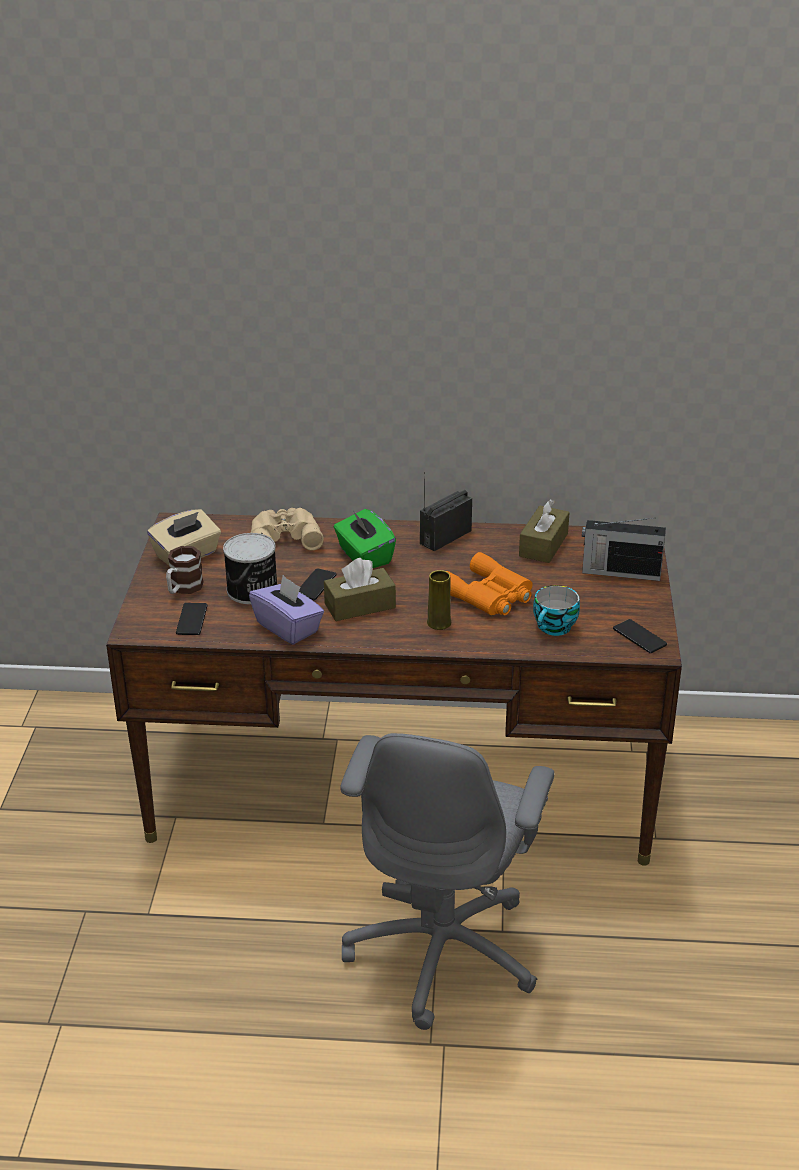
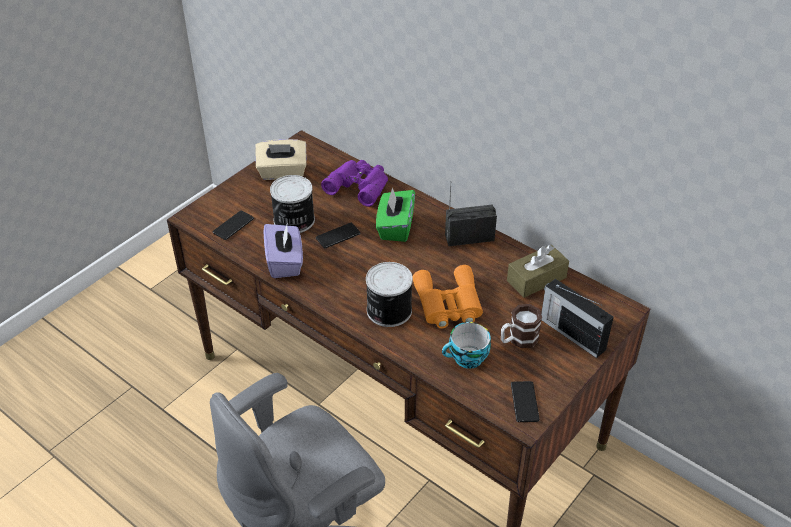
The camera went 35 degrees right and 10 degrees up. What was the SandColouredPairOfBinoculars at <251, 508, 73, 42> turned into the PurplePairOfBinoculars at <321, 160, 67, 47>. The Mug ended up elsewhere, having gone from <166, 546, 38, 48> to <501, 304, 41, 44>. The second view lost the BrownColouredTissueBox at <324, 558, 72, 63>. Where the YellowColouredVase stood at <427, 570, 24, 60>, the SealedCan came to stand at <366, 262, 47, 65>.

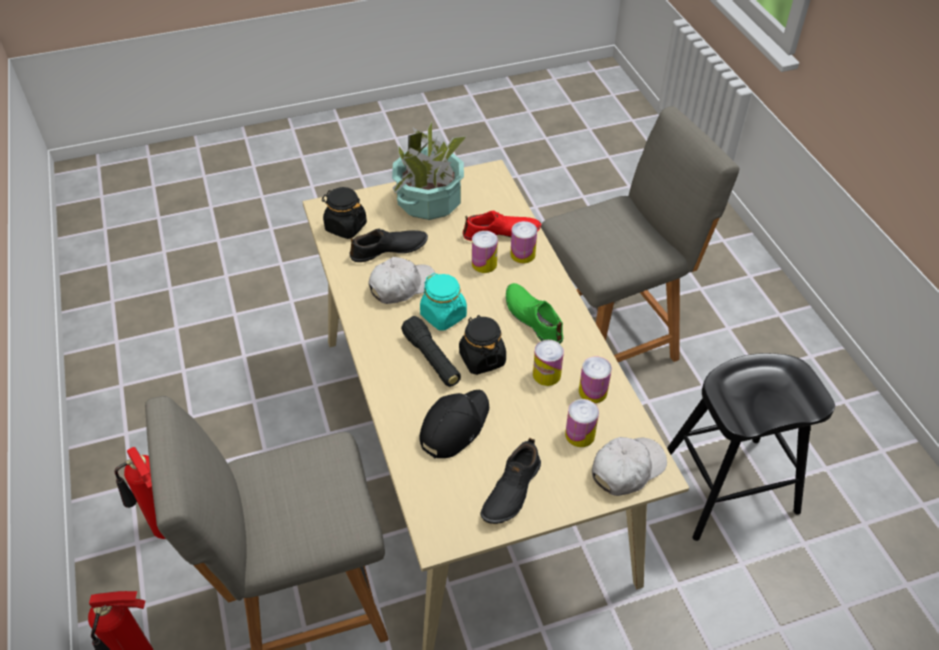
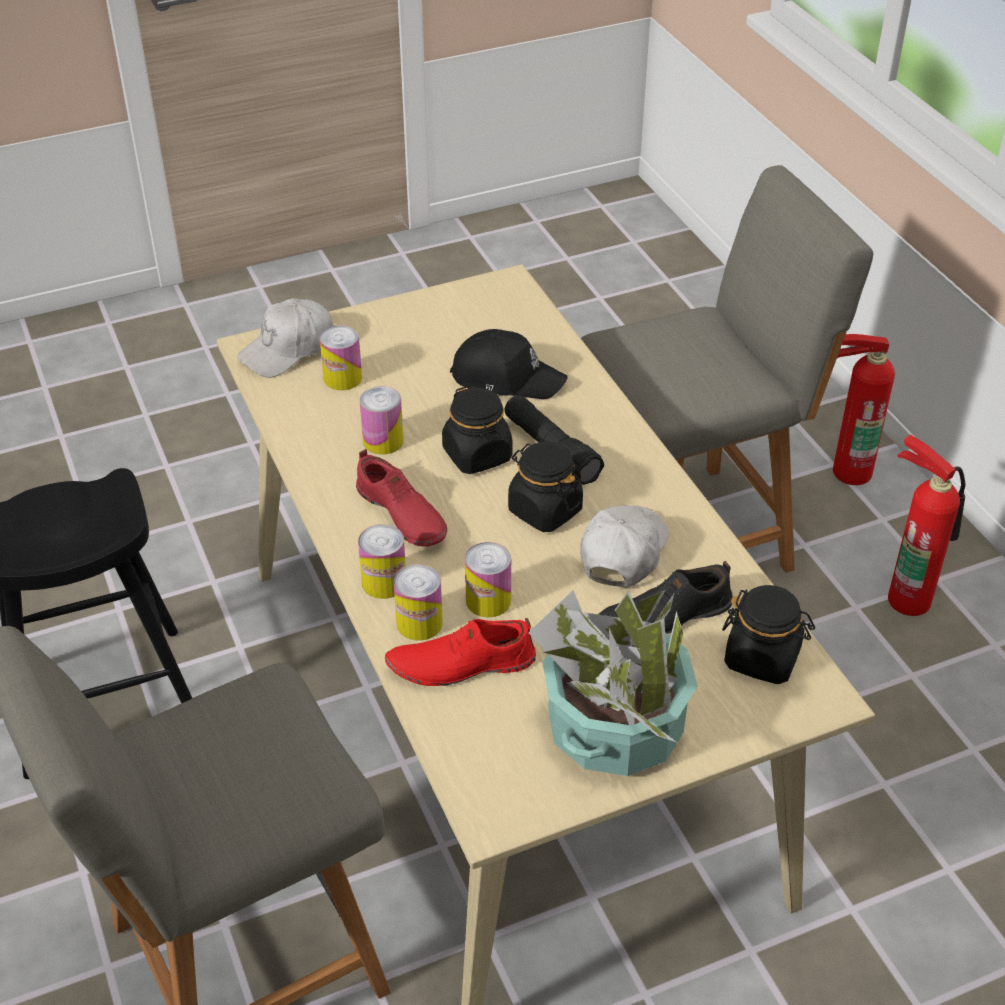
The camera went 175 degrees right and 5 degrees down. The WhiteColouredCap at <368, 257, 67, 47> ended up facing another way, 150 degrees clockwise from before. What was the TurquoiseColouredJar at <420, 273, 47, 58> turned into the BlackishJar at <508, 442, 75, 90>. What was the GreenishLowShoe at <506, 283, 57, 60> turned into the RedColouredLowShoe at <356, 449, 91, 98>. The SealedCan ended up elsewhere, having gone from <579, 356, 33, 47> to <358, 524, 48, 75>. The BlackishCap at <419, 390, 70, 69> ended up facing another way, 105 degrees counterclockwise from before. The second view lost the BlackishLowShoe at <481, 438, 60, 86>.

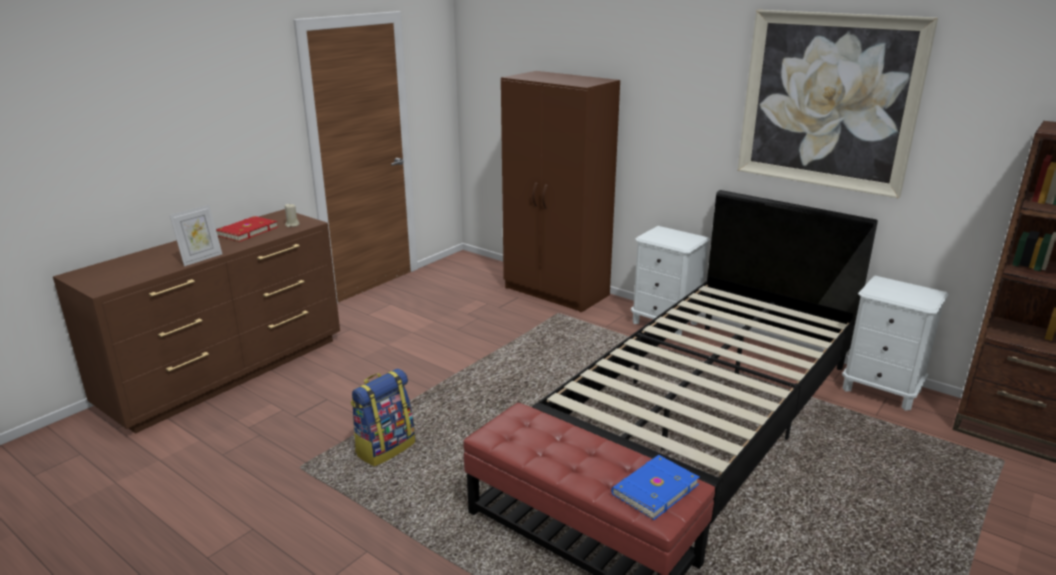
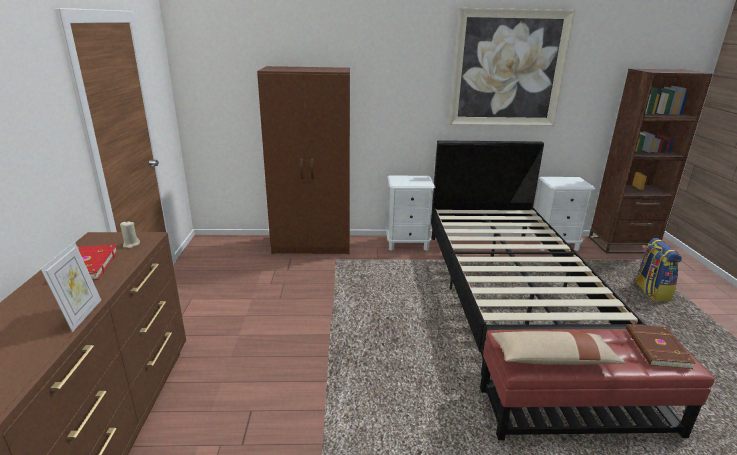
The camera went 40 degrees left and 0 degrees up. The Rucksack ended up elsewhere, having gone from <351, 369, 64, 97> to <634, 238, 48, 63>. What was the BlueBoundBook at <611, 455, 88, 65> turned into the BrownColouredBoundBook at <626, 324, 70, 45>. The second view gained the SandColouredPillow at <491, 331, 135, 34>.

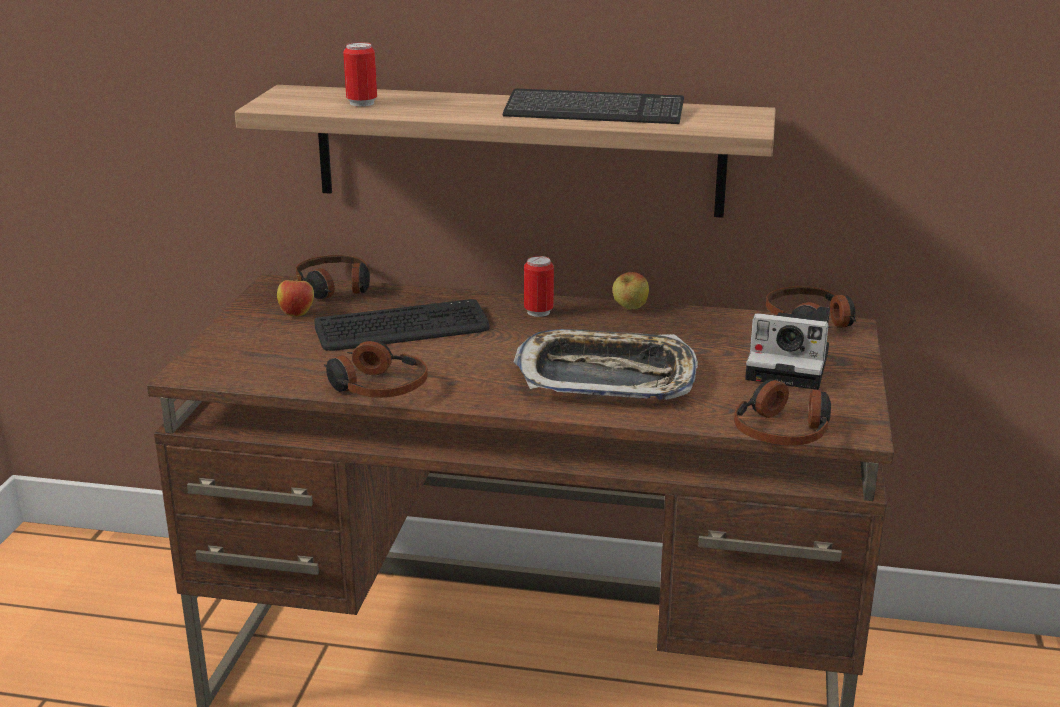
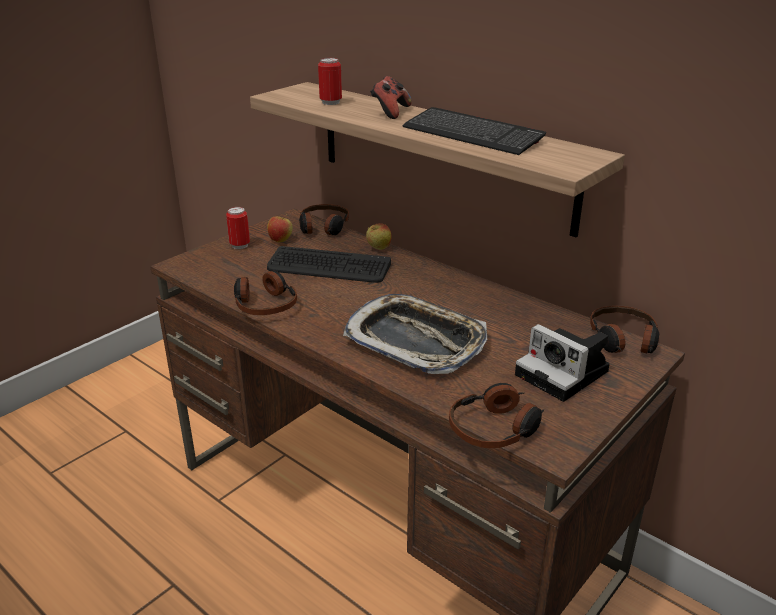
The camera went 30 degrees right and 5 degrees up. The SealedCan ended up elsewhere, having gone from <524, 256, 30, 61> to <226, 207, 24, 42>. The AppleFruit ended up elsewhere, having gone from <612, 272, 37, 38> to <366, 223, 26, 27>. The second view gained the Gamepad at <370, 76, 42, 43>.

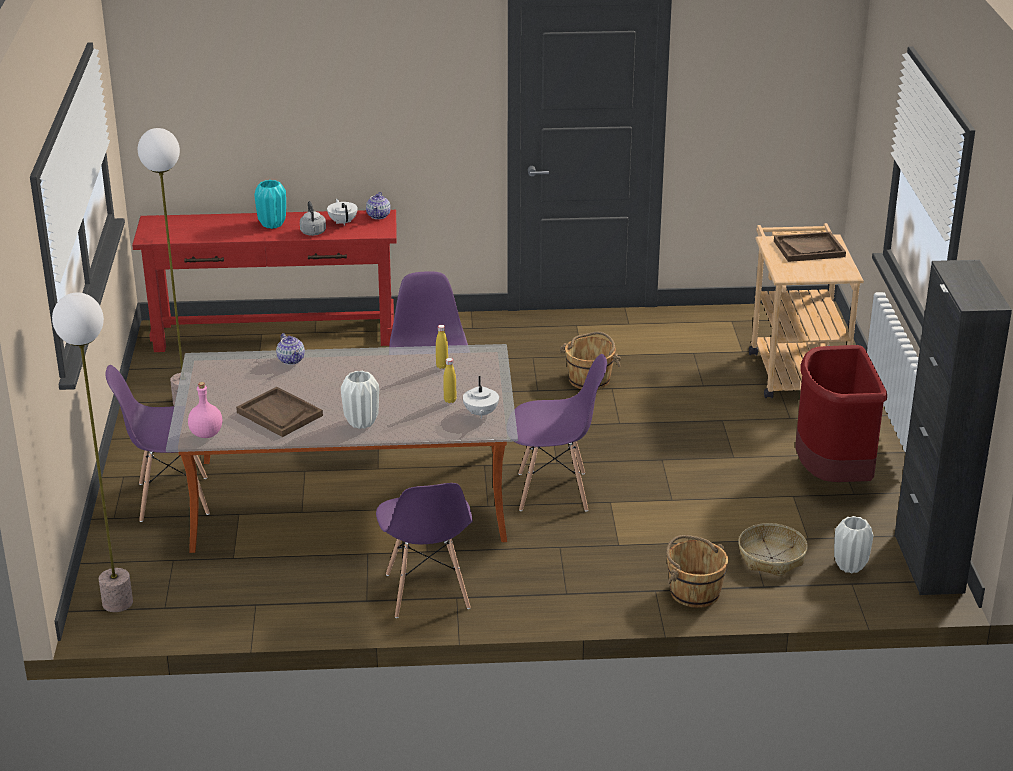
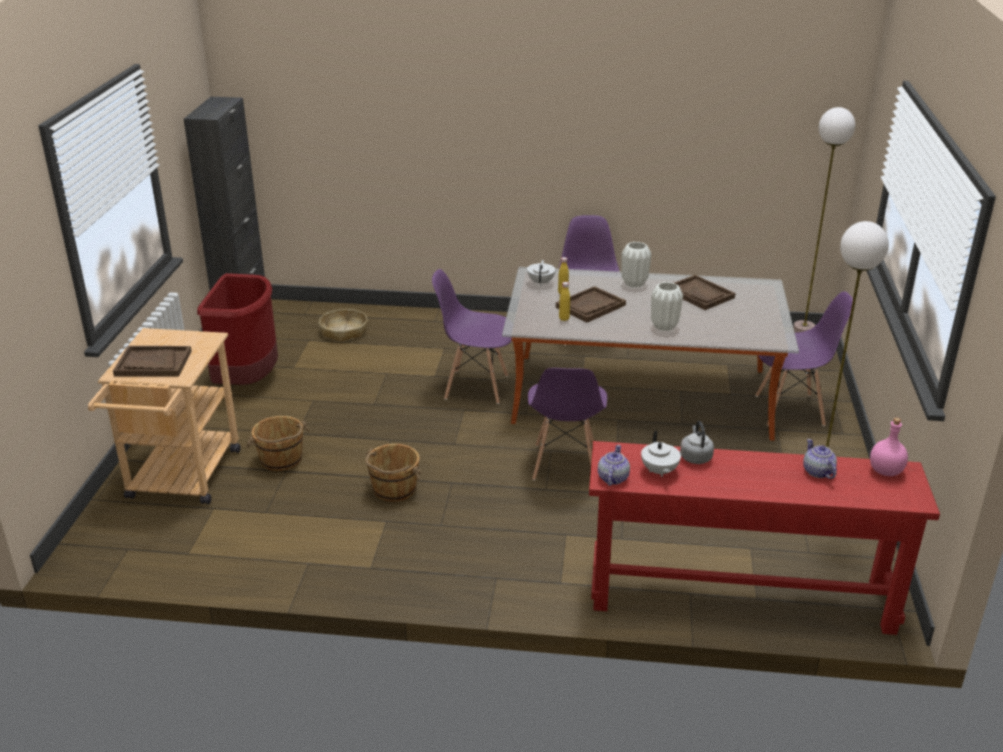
The camera went 170 degrees left and 0 degrees up. The second view lost the TurquoiseColouredVase at <254, 180, 32, 49>. The Teapot ended up elsewhere, having gone from <276, 333, 29, 32> to <803, 439, 34, 40>. The PinkishBeverageBottle ended up elsewhere, having gone from <188, 382, 34, 56> to <870, 418, 38, 58>. The WhiteColouredVase ended up elsewhere, having gone from <834, 516, 39, 57> to <651, 282, 32, 49>. The BrownColouredBucket ended up elsewhere, having gone from <666, 535, 62, 73> to <246, 416, 64, 55>. The second view gained the BrownColouredServingTray at <556, 286, 70, 36>.

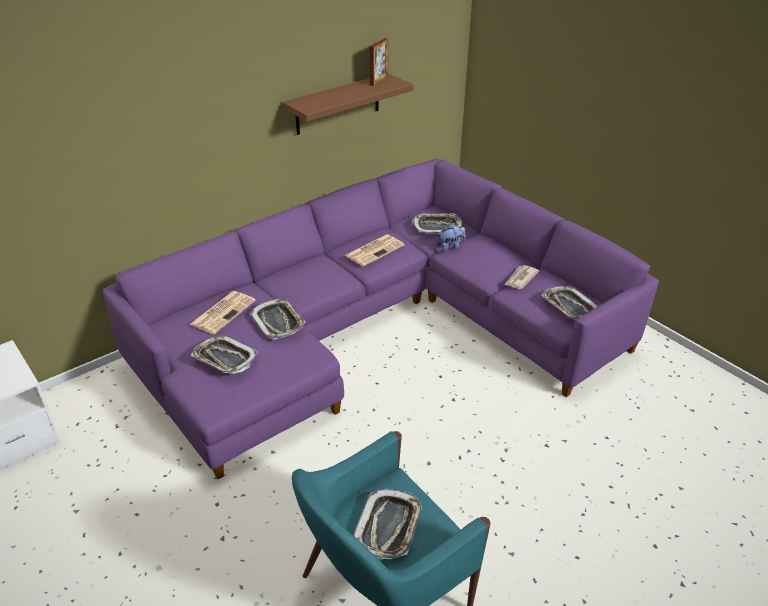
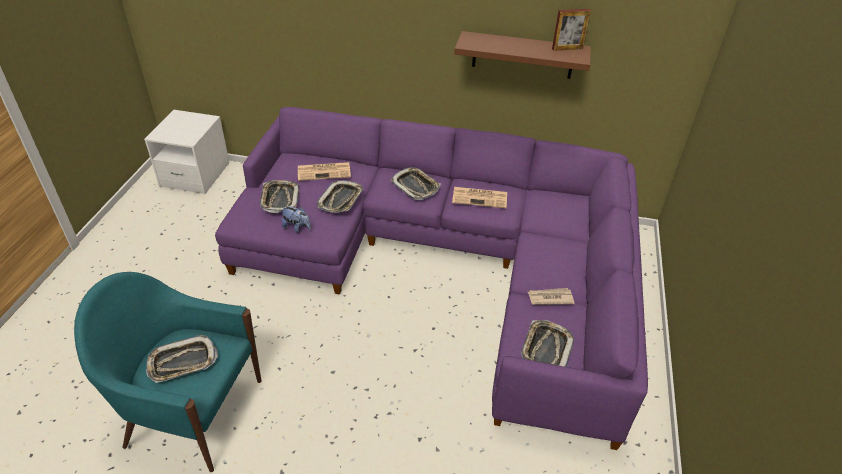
The camera went 50 degrees right and 5 degrees up. The ServingTray ended up elsewhere, having gone from <412, 213, 50, 20> to <391, 167, 50, 33>. The CuddlyToy ended up elsewhere, having gone from <437, 224, 28, 28> to <281, 207, 30, 26>.

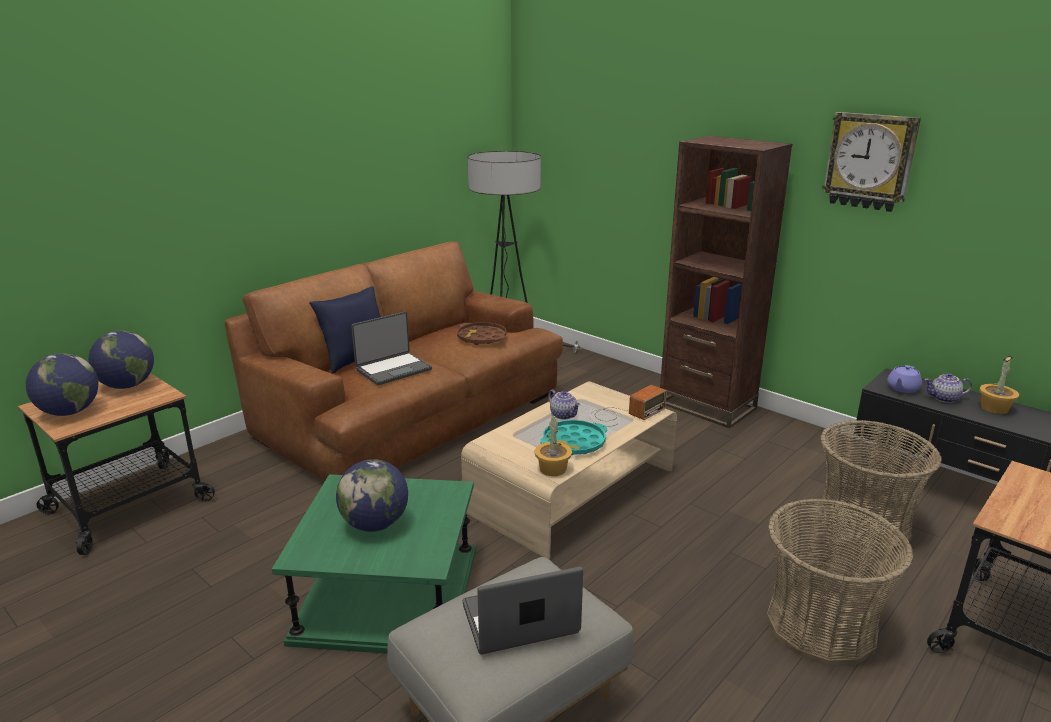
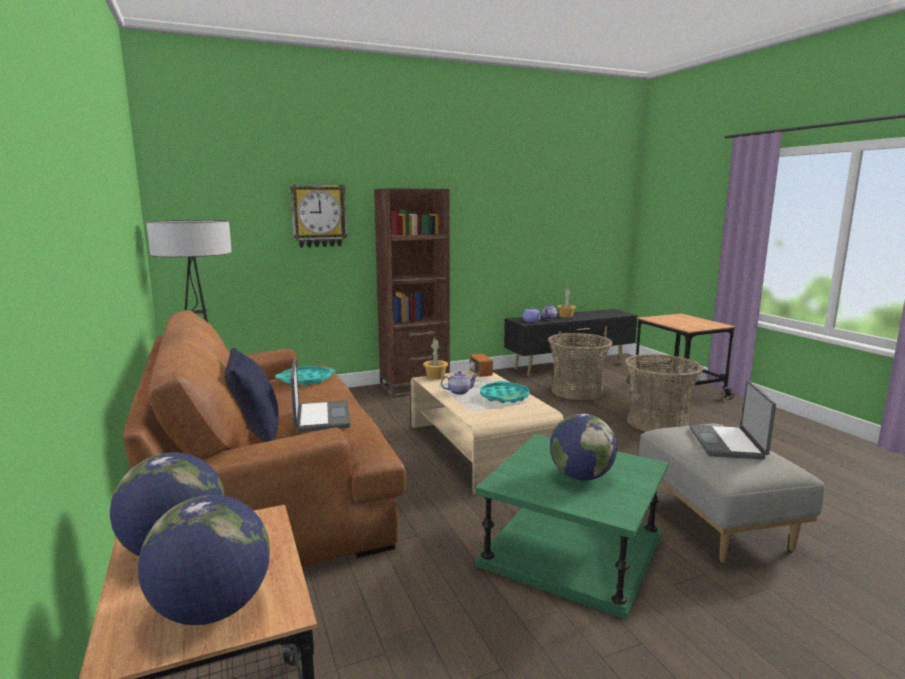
The camera went 65 degrees left and 10 degrees down. The ClockOnTheWall ended up elsewhere, having gone from <822, 112, 99, 100> to <290, 184, 58, 63>. What was the BrownColouredServingTray at <457, 322, 50, 23> turned into the TurquoiseColouredServingTray at <275, 366, 60, 20>. The PlantInAPot ended up elsewhere, having gone from <535, 414, 37, 62> to <423, 337, 25, 43>.

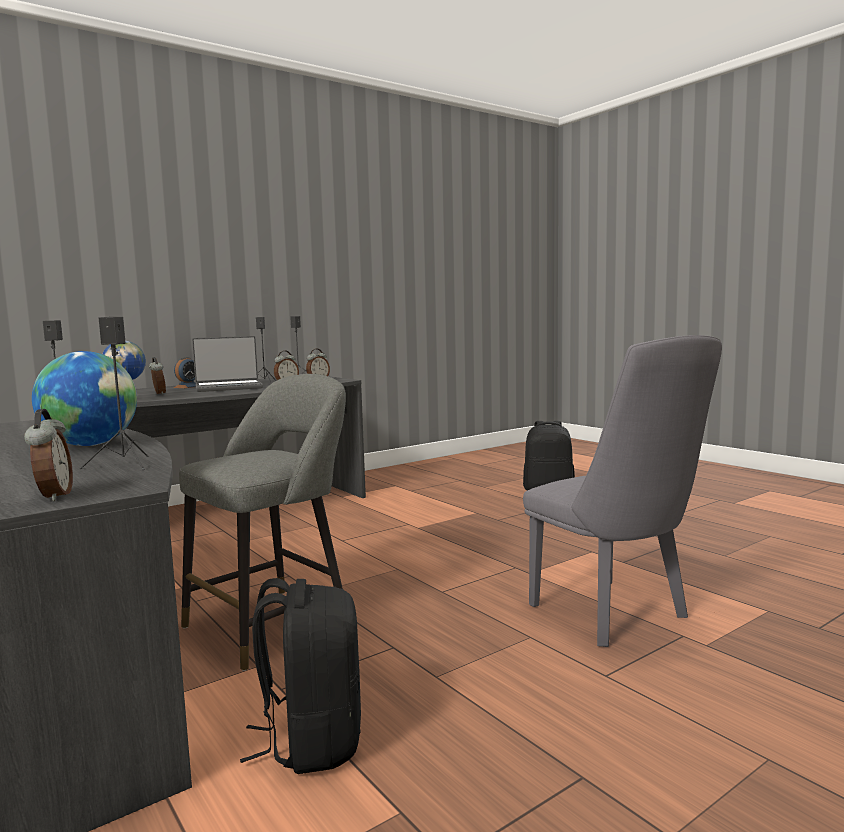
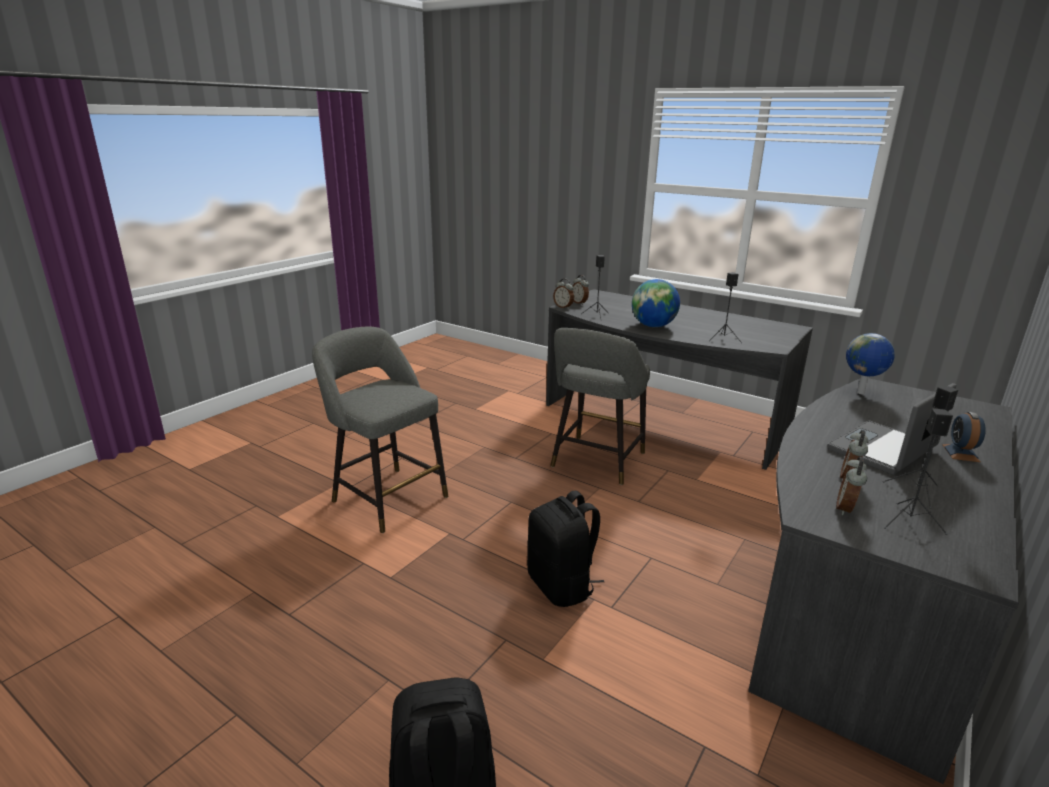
The camera went 160 degrees right and 15 degrees up. Where the GreyishPlainChair stood at <523, 335, 199, 312>, the GreyishSittingStool came to stand at <312, 327, 136, 206>. The AlarmClock ended up elsewhere, having gone from <149, 357, 17, 38> to <553, 279, 21, 30>. The BlackishRucksack ended up elsewhere, having gone from <240, 578, 121, 196> to <527, 491, 77, 116>.

